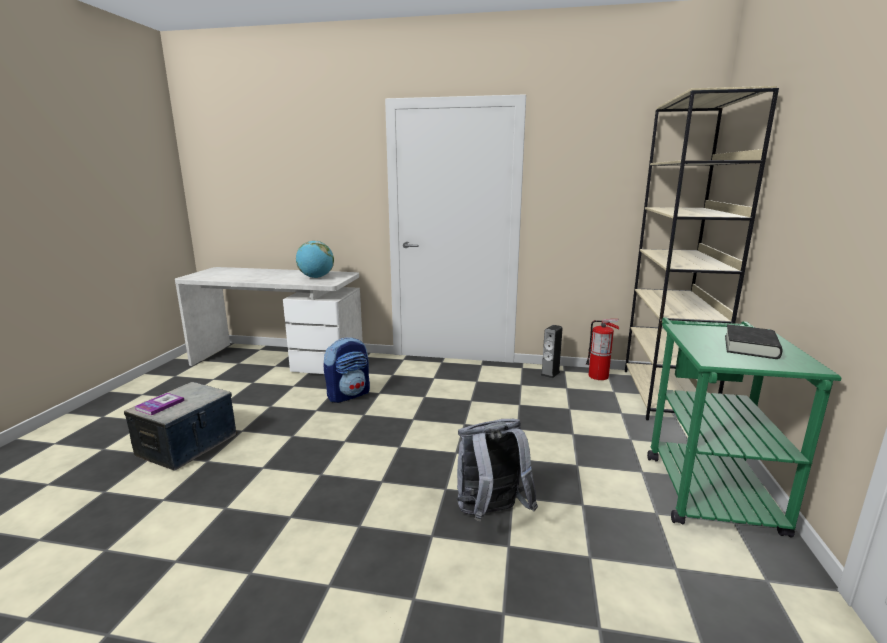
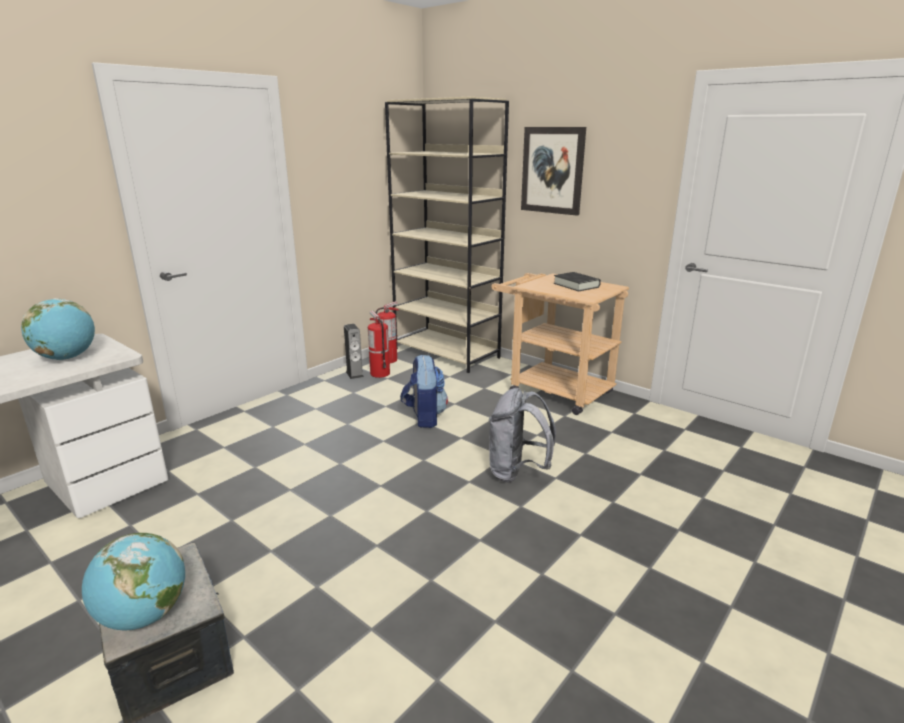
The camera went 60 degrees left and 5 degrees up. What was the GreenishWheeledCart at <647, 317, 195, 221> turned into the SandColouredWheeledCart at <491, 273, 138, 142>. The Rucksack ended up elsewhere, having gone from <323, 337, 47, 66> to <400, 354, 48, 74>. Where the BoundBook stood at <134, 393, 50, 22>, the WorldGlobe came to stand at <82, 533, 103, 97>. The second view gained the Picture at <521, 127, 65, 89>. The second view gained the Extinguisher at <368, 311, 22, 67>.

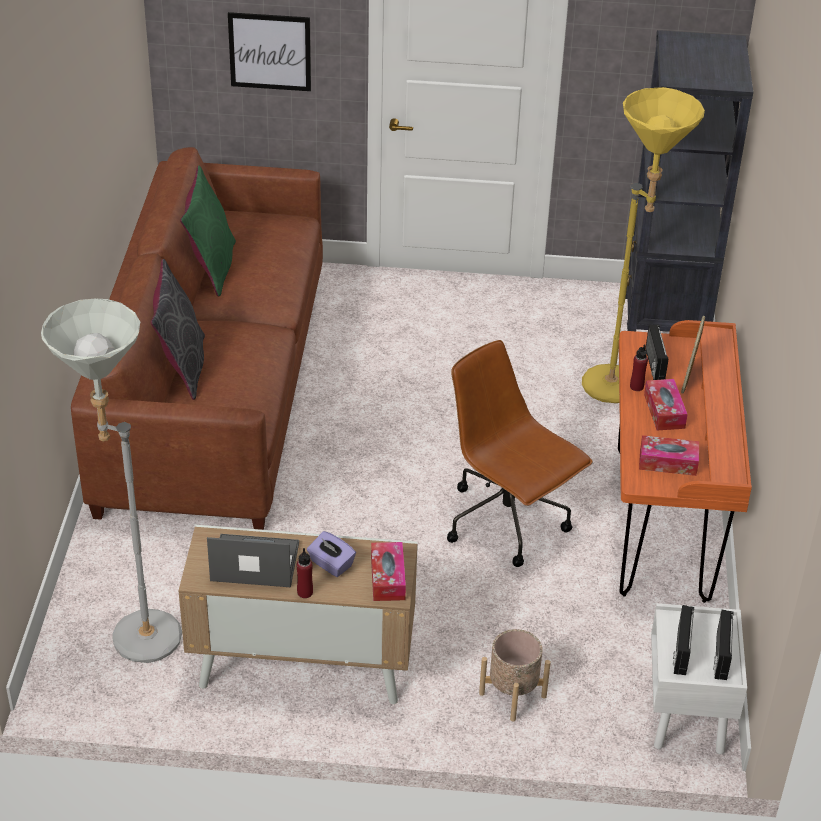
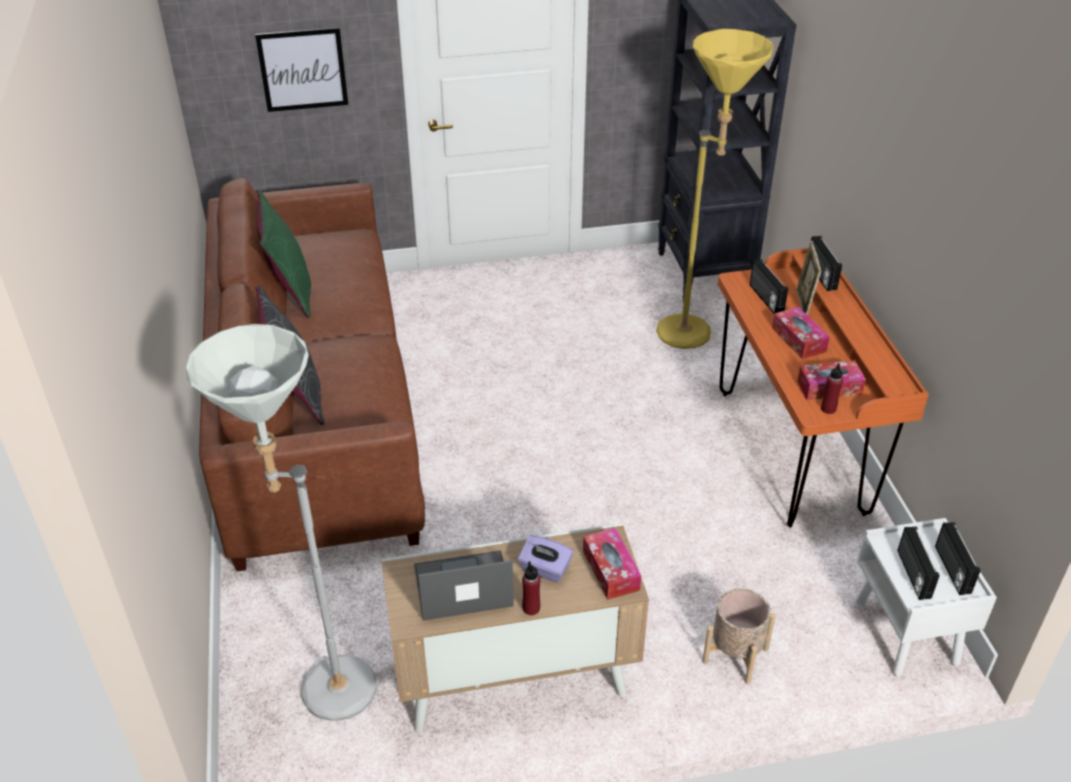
The camera went 15 degrees left and 0 degrees up. The second view lost the BrownColouredComputerChair at <447, 340, 146, 227>. The RedColouredBeverageBottle ended up elsewhere, having gone from <630, 344, 18, 47> to <821, 363, 22, 51>. The second view gained the RadioReceiver at <811, 236, 31, 55>.

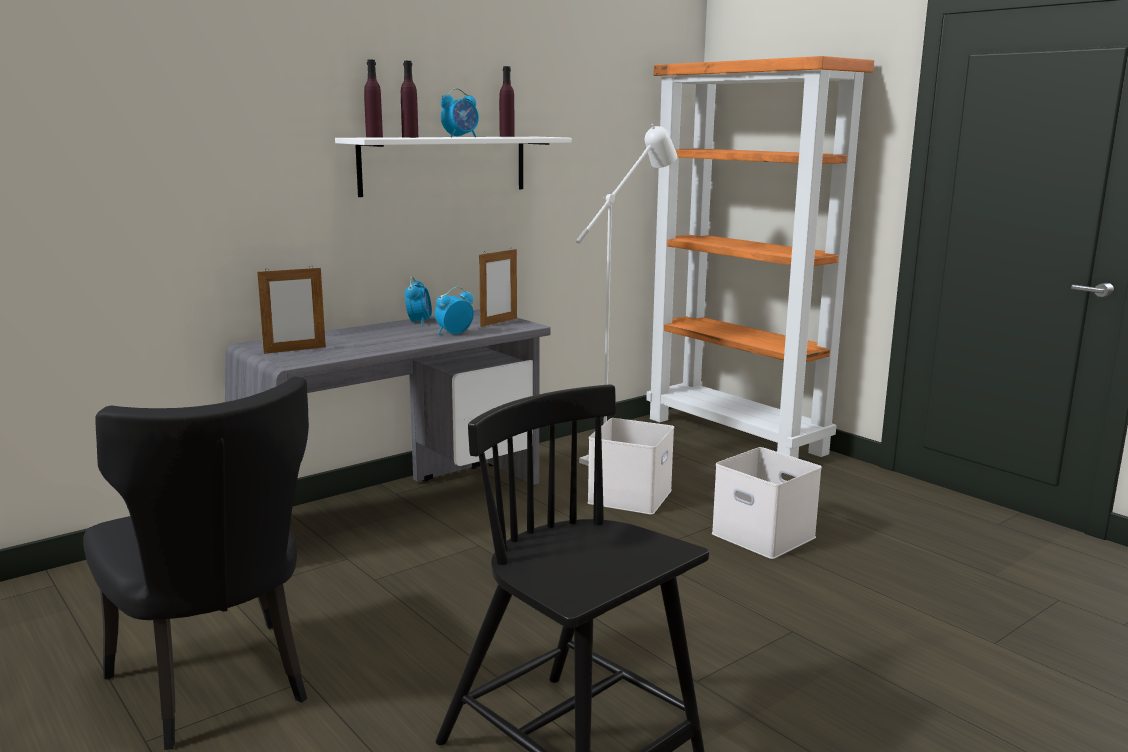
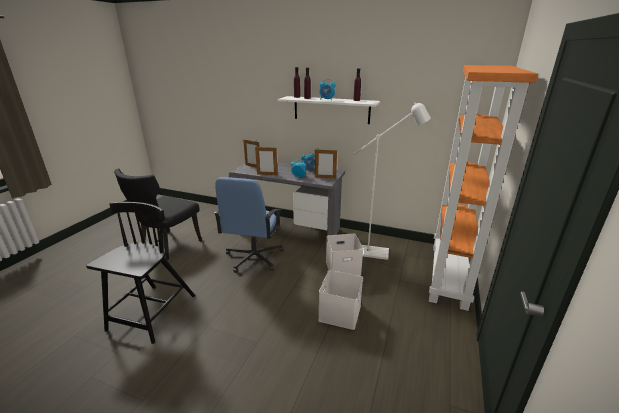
The camera went 60 degrees right and 10 degrees up. The second view gained the PhotoFrame at <255, 147, 23, 29>. The second view gained the BlueComputerChair at <214, 177, 69, 96>.

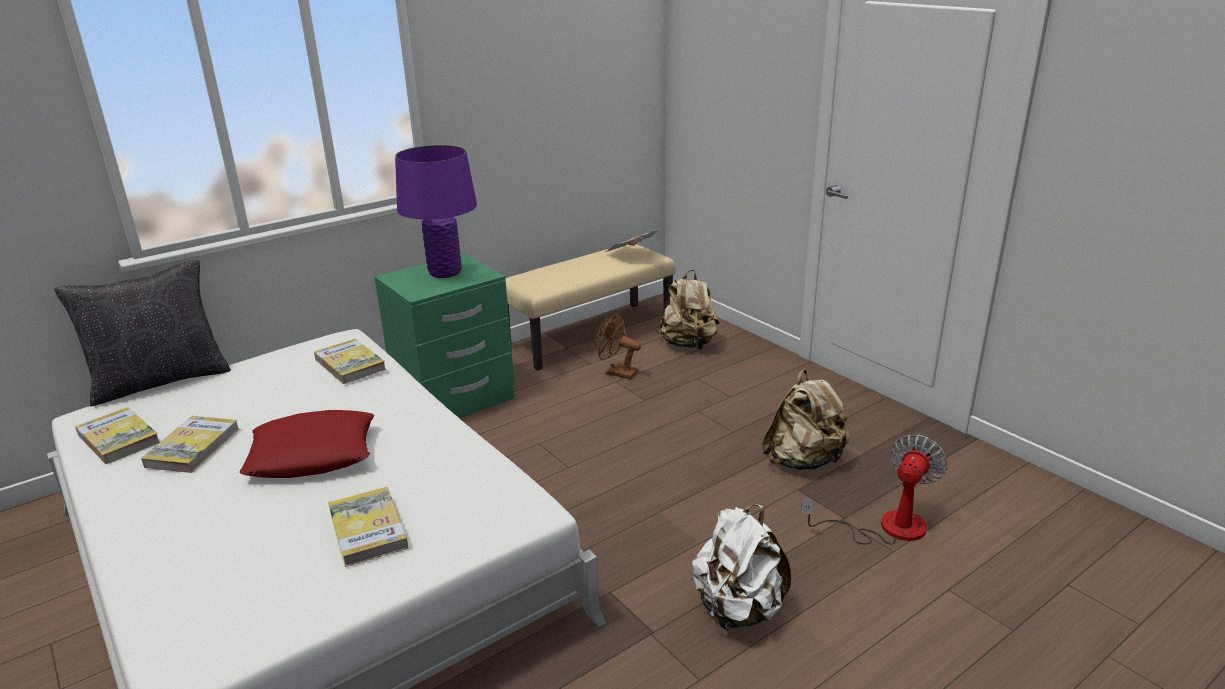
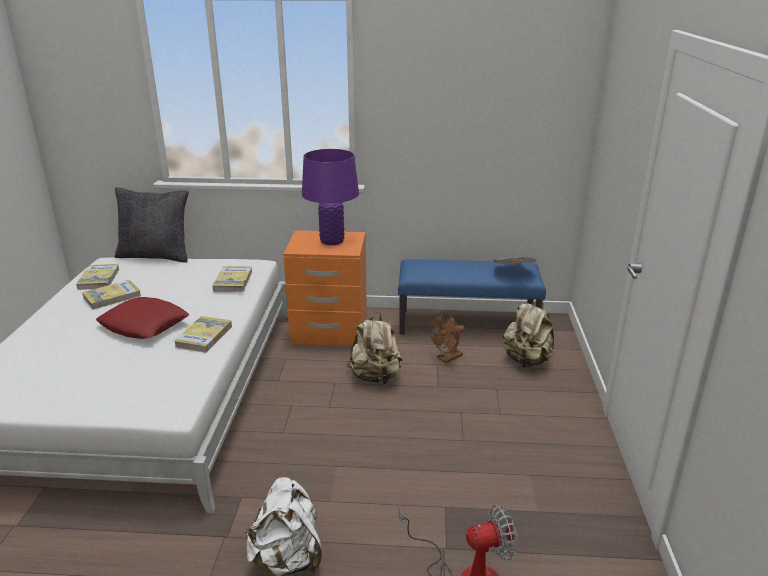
The camera went 40 degrees right and 0 degrees up. What was the SandColouredIndoorBench at <506, 244, 169, 127> turned into the BlueIndoorBench at <398, 259, 148, 76>. What was the GreenishNightTable at <374, 253, 141, 165> turned into the OrangeNightTable at <283, 230, 84, 116>. The BrownColouredFan at <595, 313, 46, 66> ended up facing another way, 105 degrees counterclockwise from before. The SandColouredRucksack ended up elsewhere, having gone from <762, 370, 88, 100> to <346, 312, 56, 73>. The BoundBook ended up elsewhere, having gone from <328, 487, 81, 80> to <174, 316, 58, 37>.

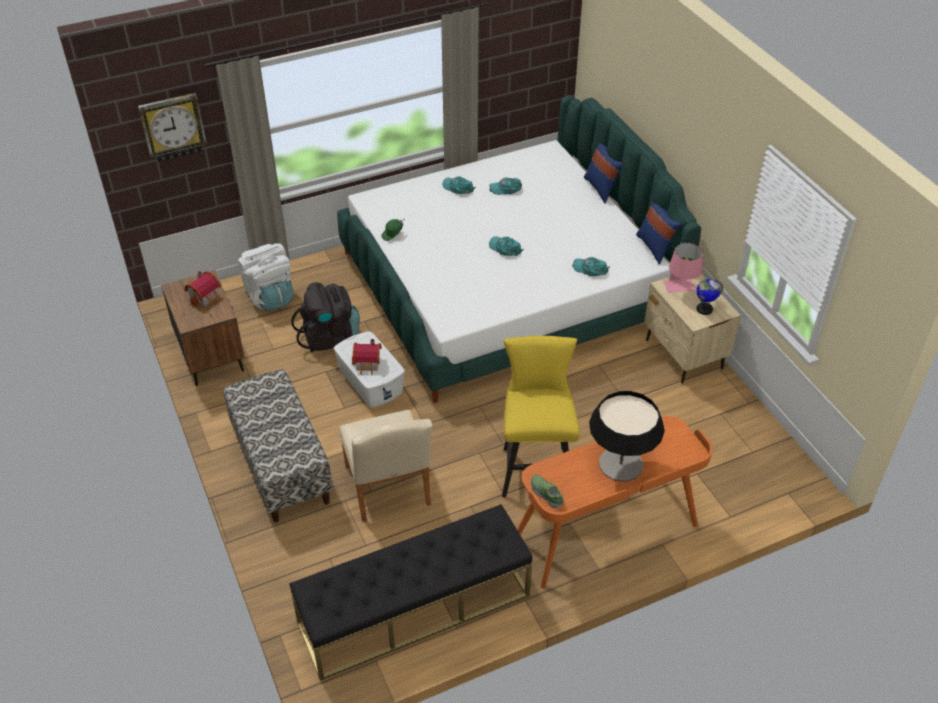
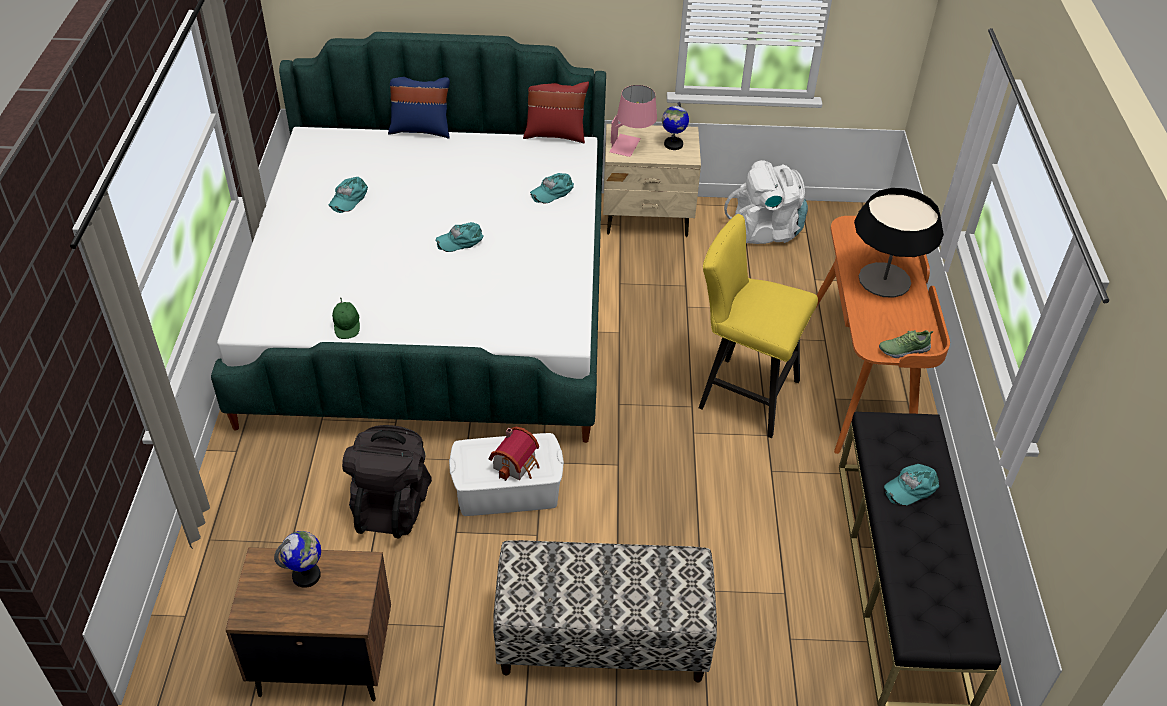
The camera went 65 degrees left and 0 degrees up. The second view lost the ClockOnTheWall at <138, 93, 69, 69>. The TurquoiseColouredCap ended up elsewhere, having gone from <442, 176, 34, 18> to <884, 464, 55, 42>. What was the BluePillow at <636, 202, 46, 62> turned into the RedColouredPillow at <523, 82, 66, 61>. The WhiteColouredRucksack ended up elsewhere, having gone from <237, 243, 56, 67> to <724, 160, 84, 84>. Where the ModelHouse stood at <185, 271, 36, 36>, the WorldGlobe came to stand at <274, 531, 47, 57>. The second view lost the SandColouredPlainChair at <339, 410, 93, 112>.

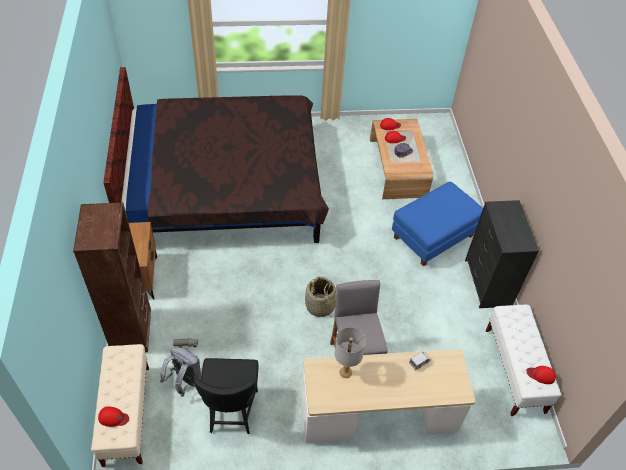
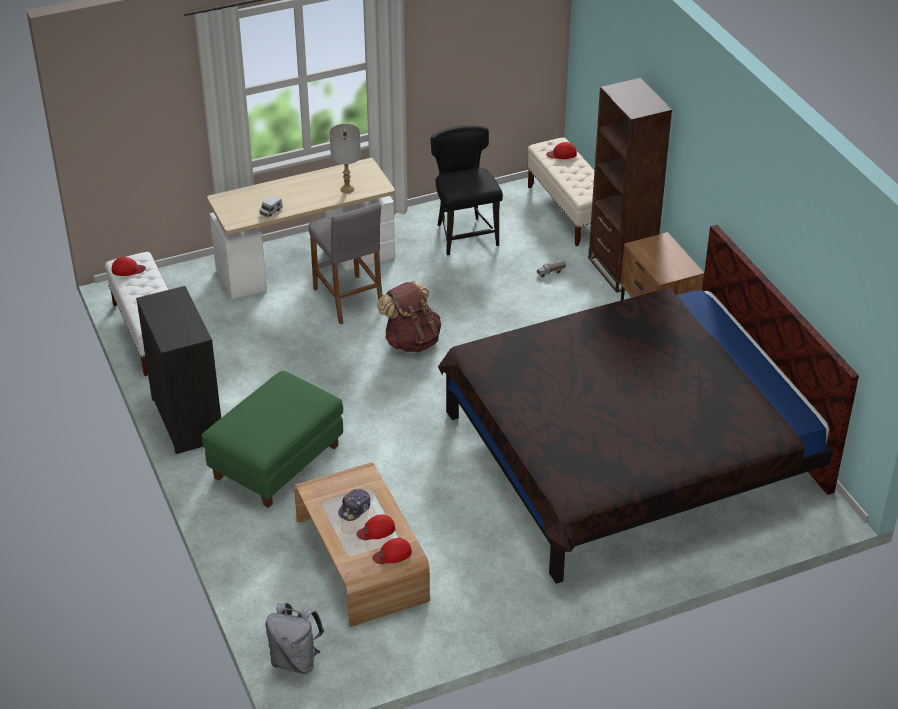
The camera went 165 degrees right and 10 degrees down. What was the BlueFootrest at <392, 182, 91, 84> turned into the GreenishFootrest at <202, 371, 141, 137>. Where the Basket stood at <305, 276, 31, 41>, the BrownColouredRucksack came to stand at <377, 281, 64, 72>. The GreyishRucksack ended up elsewhere, having gone from <160, 347, 41, 50> to <266, 603, 58, 71>.

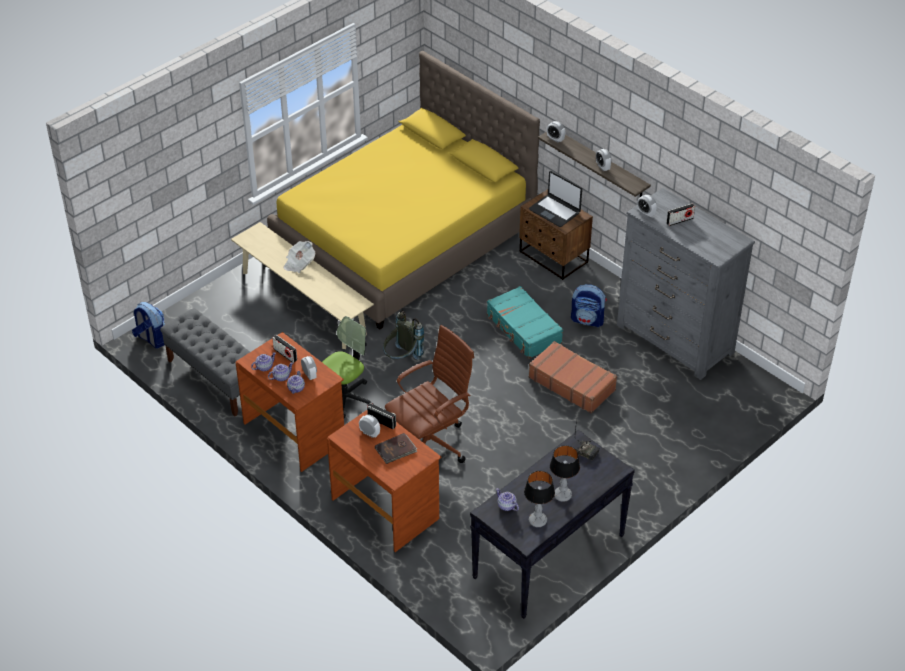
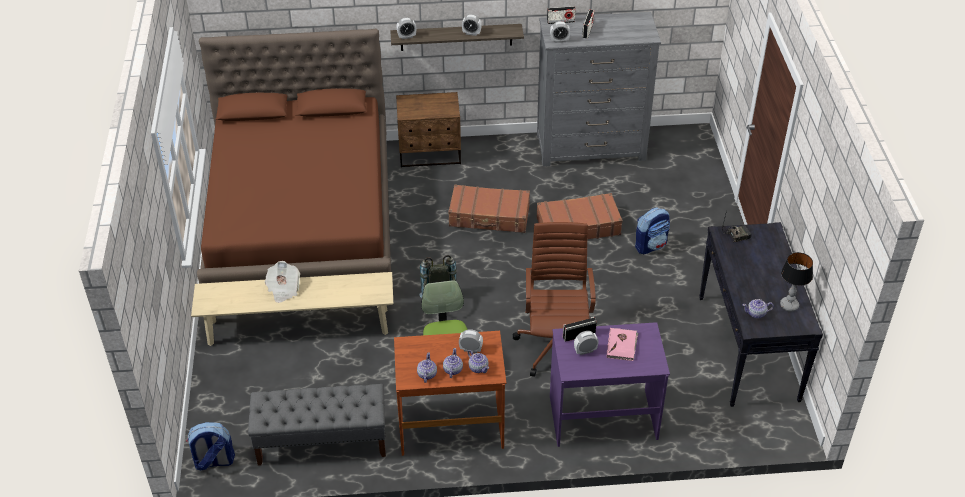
The camera went 50 degrees left and 0 degrees up. What was the YellowColouredSleepingBed at <267, 51, 273, 279> turned into the BrownColouredSleepingBed at <197, 29, 194, 255>. The second view lost the PortableComputer at <529, 171, 53, 56>. The Rucksack ended up elsewhere, having gone from <571, 284, 36, 43> to <635, 207, 35, 47>. What was the TurquoiseColouredTravelCase at <487, 286, 76, 73> turned into the BrownColouredTravelCase at <448, 185, 82, 48>. The RadioReceiver ended up elsewhere, having gone from <272, 335, 25, 28> to <547, 6, 29, 18>. What was the BrownColouredDeskUnit at <327, 410, 114, 142> turned into the PurpleDeskUnit at <550, 322, 120, 125>. What was the BrownColouredBoundBook at <375, 433, 43, 31> turned into the PinkishBoundBook at <607, 328, 31, 33>. The second view lost the TabletopLamp at <550, 445, 30, 57>.

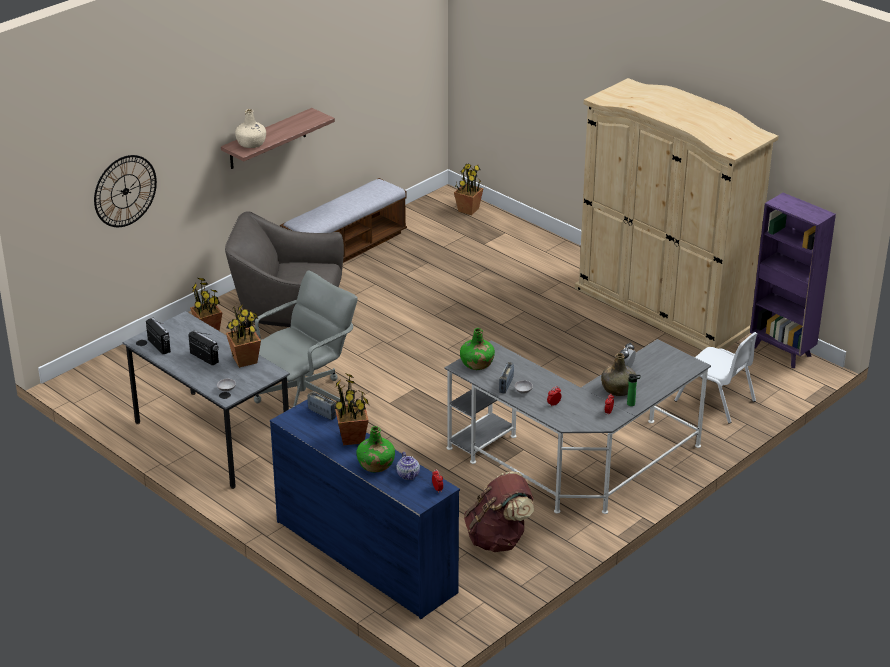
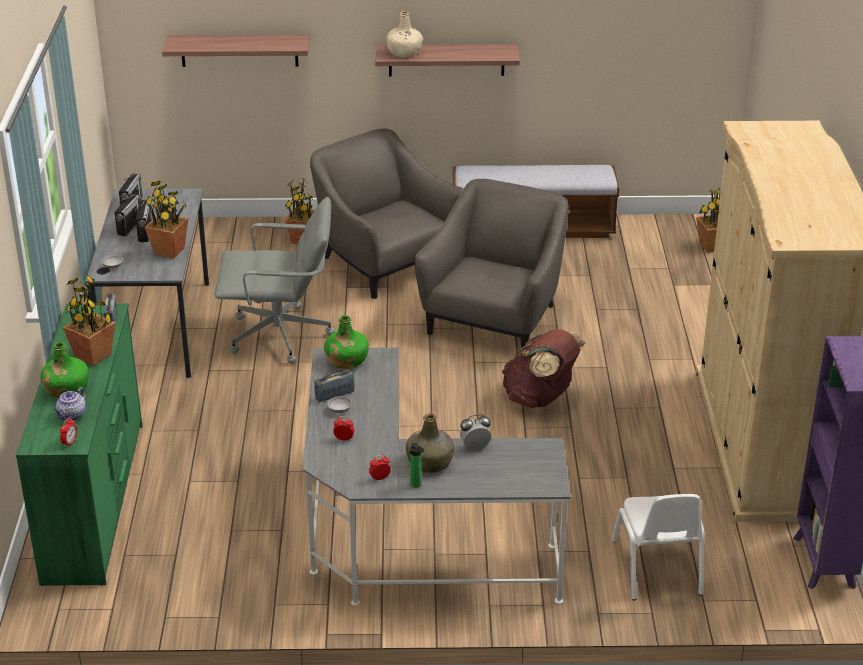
The camera went 45 degrees right and 0 degrees up. Where the ClockOnTheWall hung at <94, 155, 63, 72>, the Shelf came to hang at <162, 34, 148, 33>. What was the BlueChestOfDrawers at <270, 400, 190, 219> turned into the GreenishChestOfDrawers at <16, 303, 126, 283>. The BrownColouredRucksack ended up elsewhere, having gone from <464, 472, 70, 80> to <502, 329, 83, 79>. The second view gained the GreyishLoungeChair at <415, 179, 154, 169>. The second view gained the RadioReceiver at <115, 194, 26, 42>.

